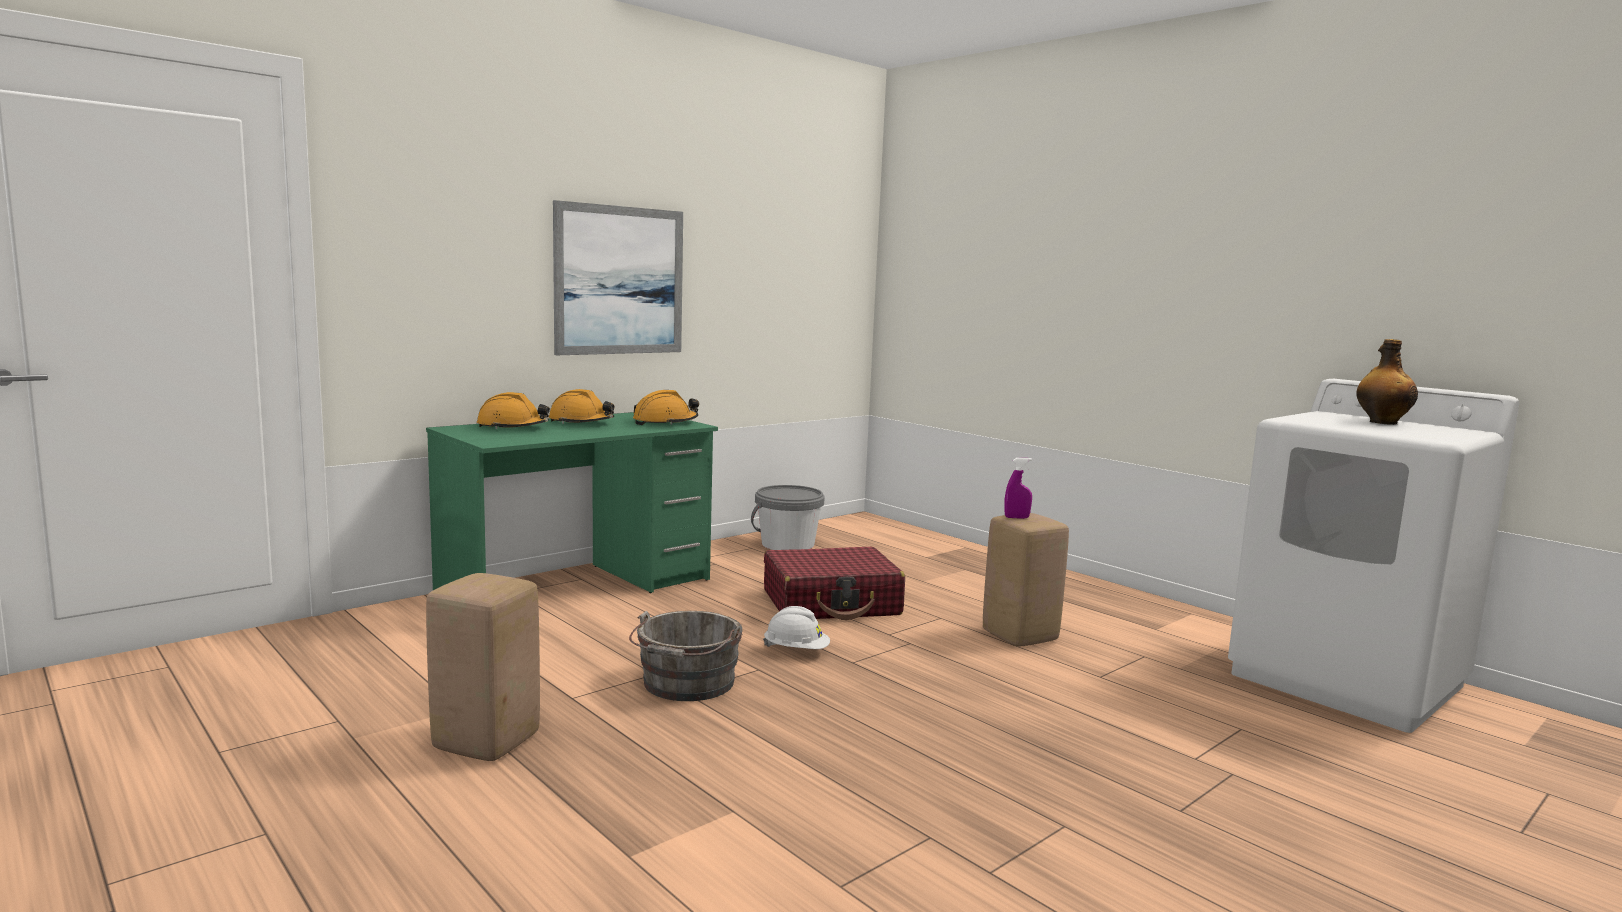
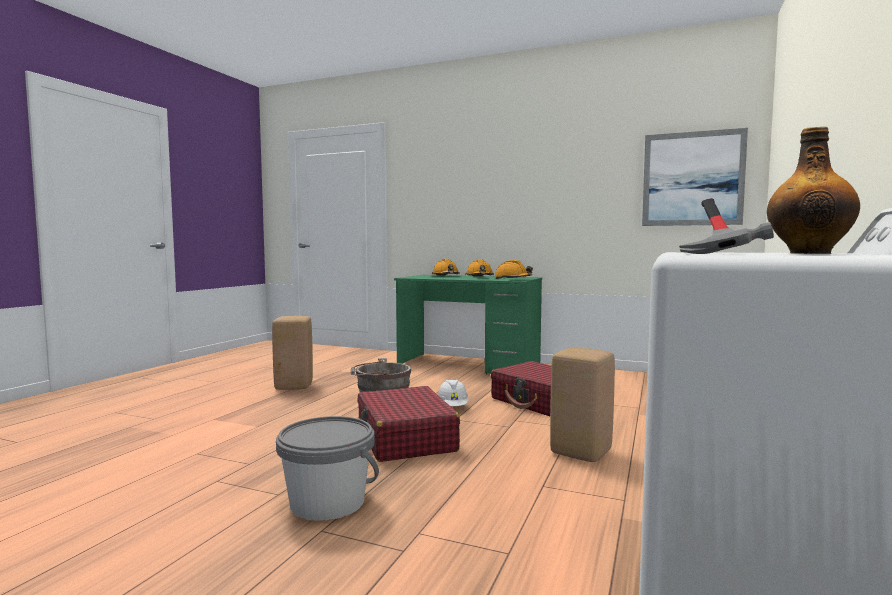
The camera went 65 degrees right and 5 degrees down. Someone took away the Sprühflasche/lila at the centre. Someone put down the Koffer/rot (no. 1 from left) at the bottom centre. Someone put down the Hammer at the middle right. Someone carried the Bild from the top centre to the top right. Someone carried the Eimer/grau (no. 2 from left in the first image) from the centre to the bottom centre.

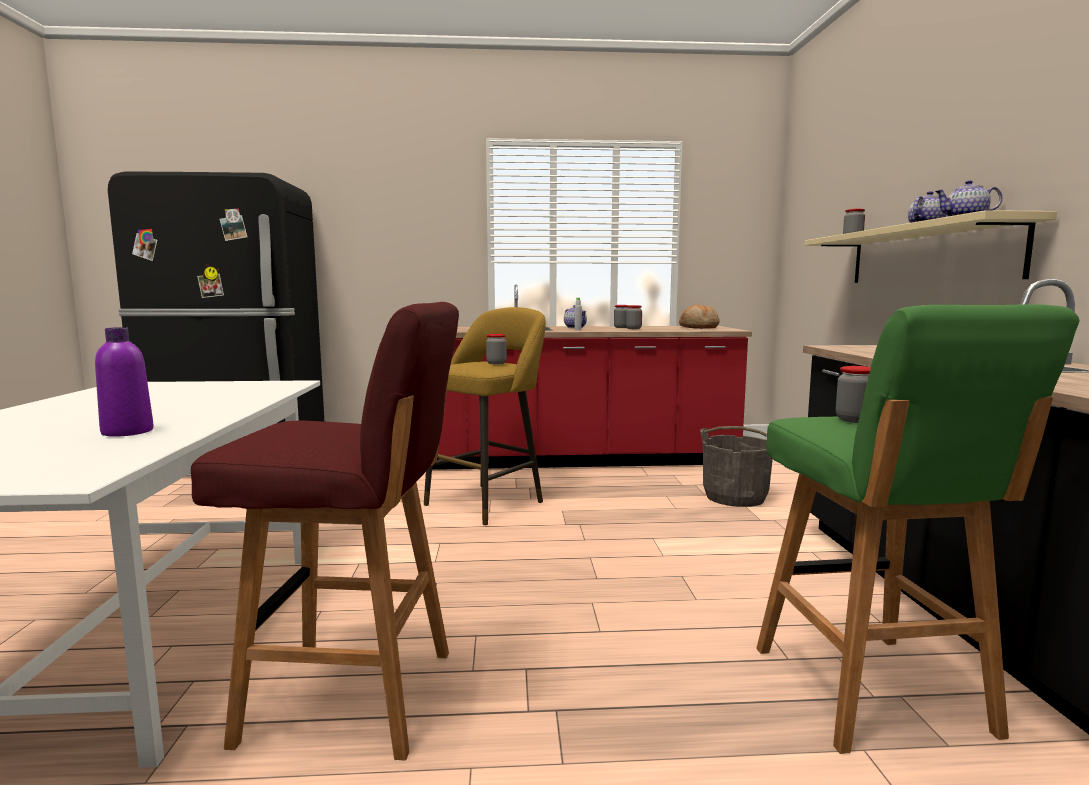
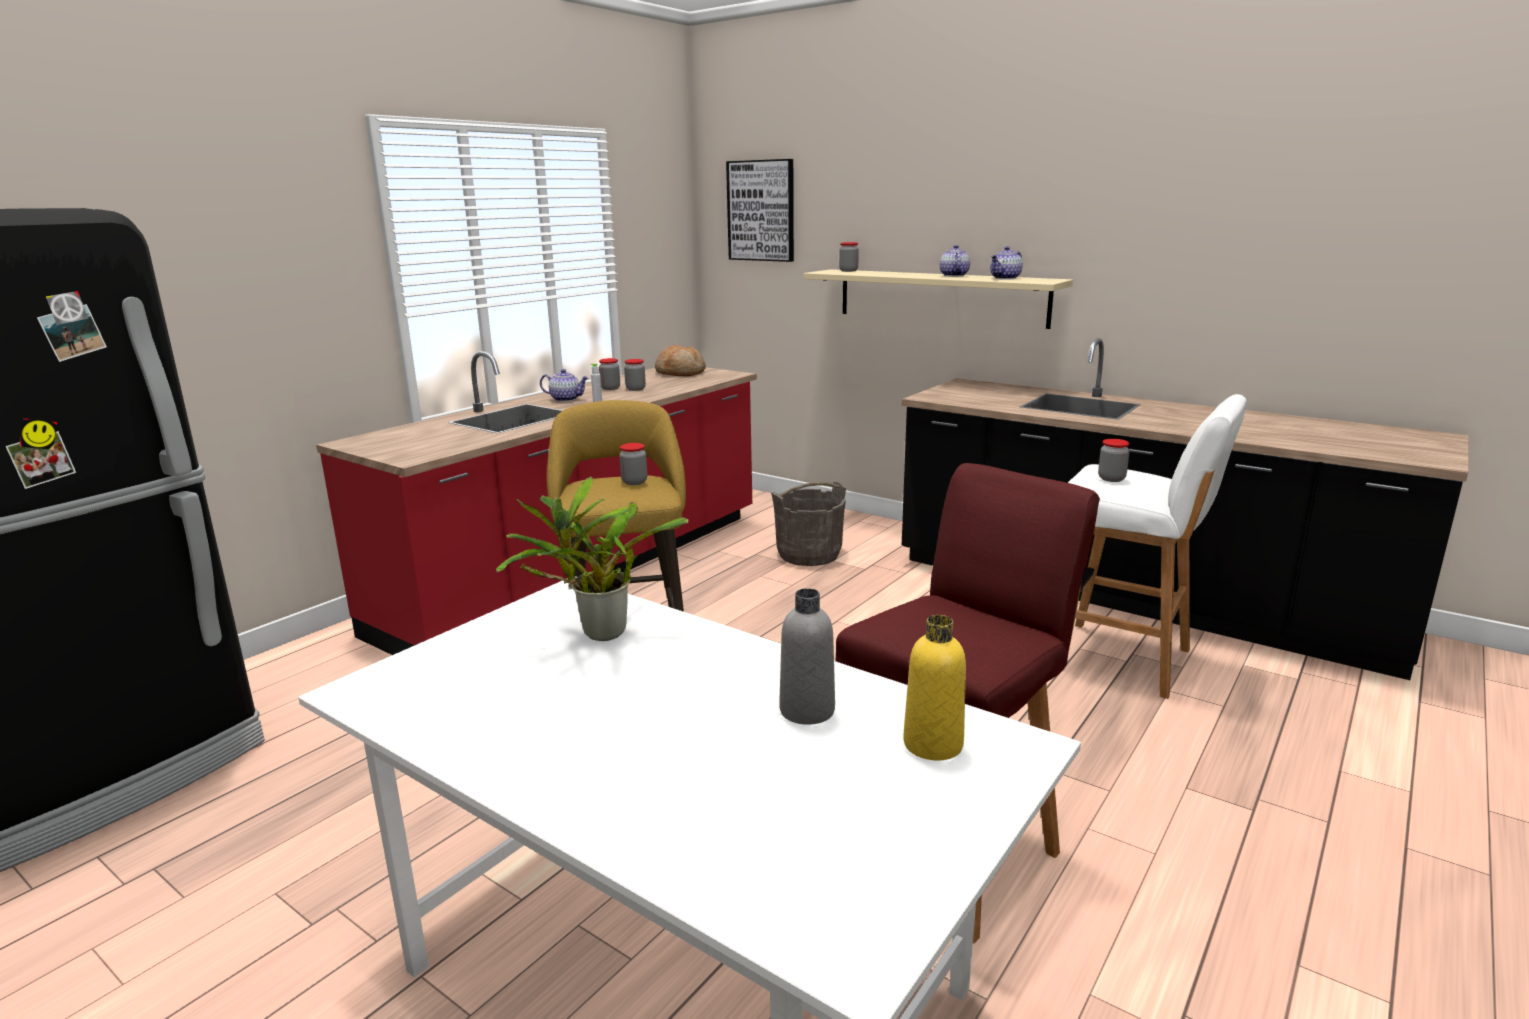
The camera went 50 degrees left and 10 degrees up. Someone put down the Topfpflanze at the centre. Someone put up the Bild at the top centre. Someone put down the Flasche/gelb at the bottom centre. Someone repainted the Flasche/lila at the middle left, which became the Flasche/grau (no. 2 from left) at the centre. Someone repainted the Hocker/grün at the bottom right, which became the Hocker/weiß at the middle right.

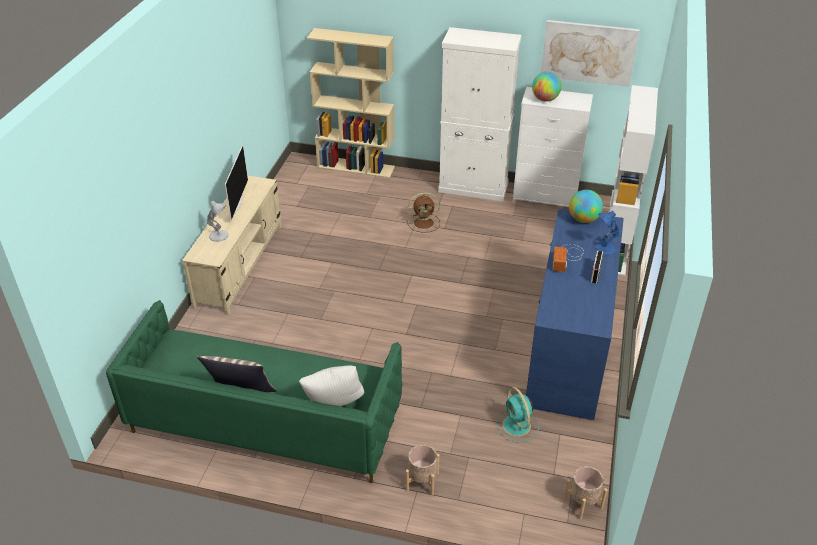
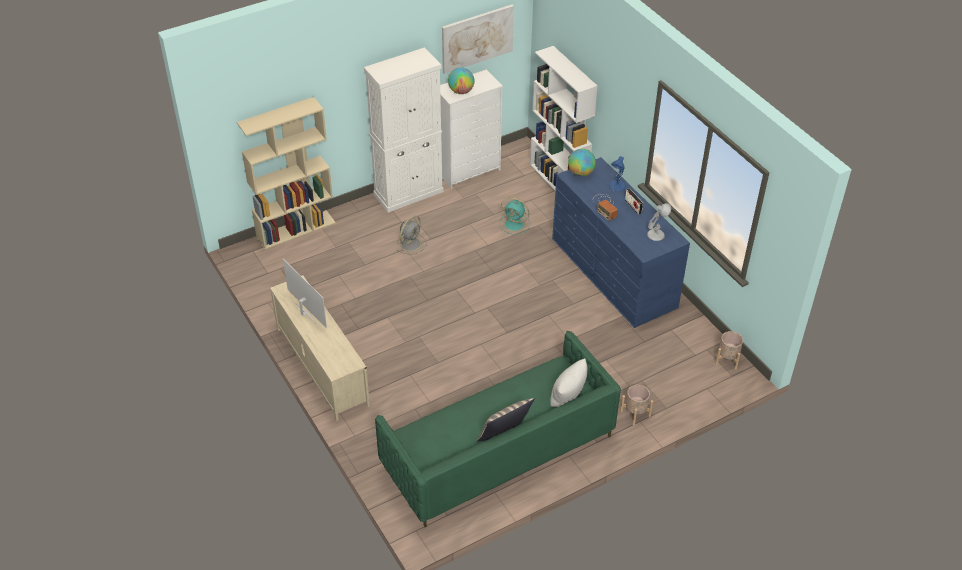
The camera went 45 degrees left and 5 degrees up. Someone carried the Tischlampe/weiß from the middle left to the middle right. Someone carried the Ventilator/türkis from the bottom centre to the centre. Someone repainted the Ventilator/braun at the centre, which became the Ventilator/grau at the centre.

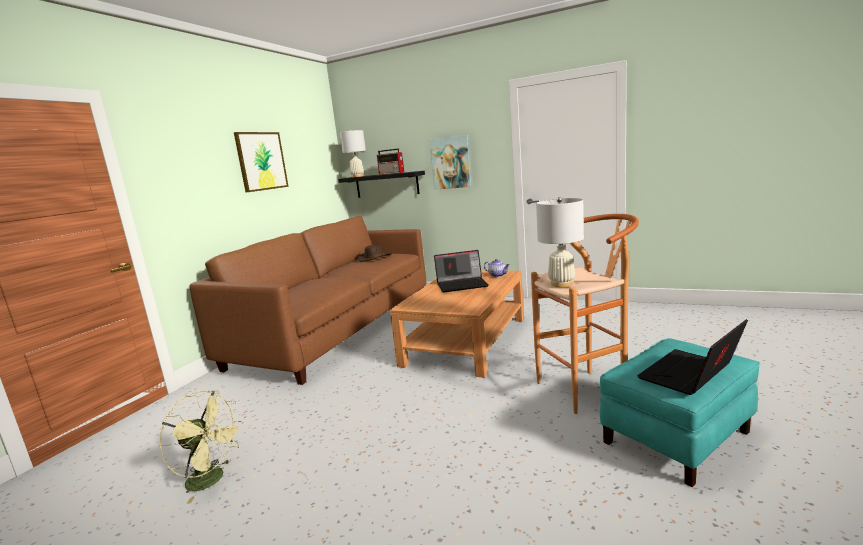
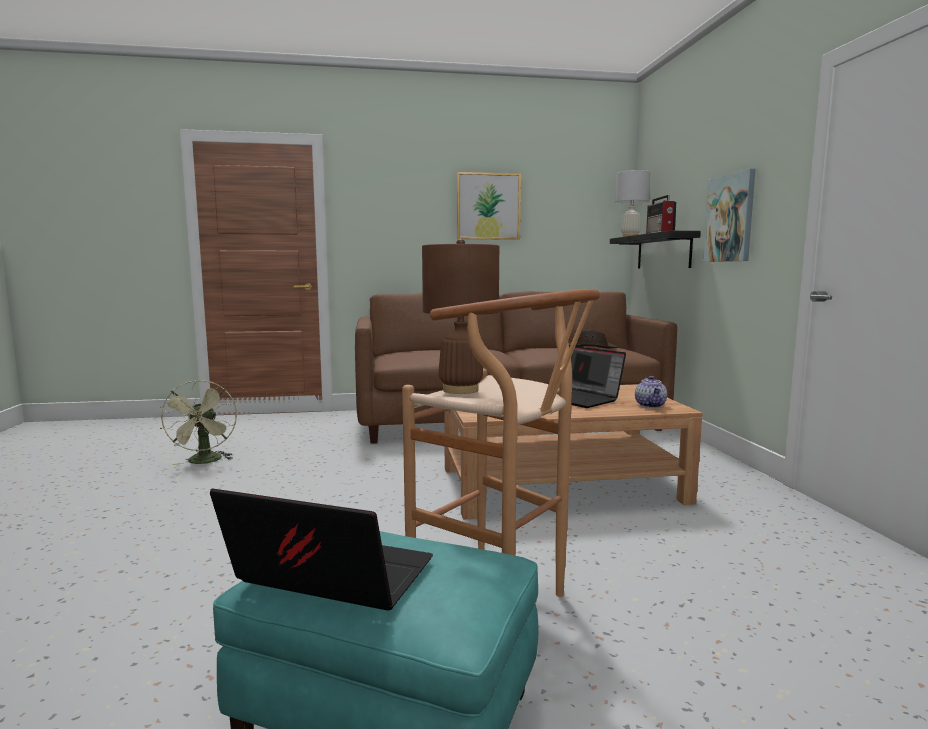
The camera went 55 degrees right and 5 degrees down. Someone repainted the Tischlampe/weiß (no. 2 from left) at the centre, which became the Tischlampe/braun at the centre.

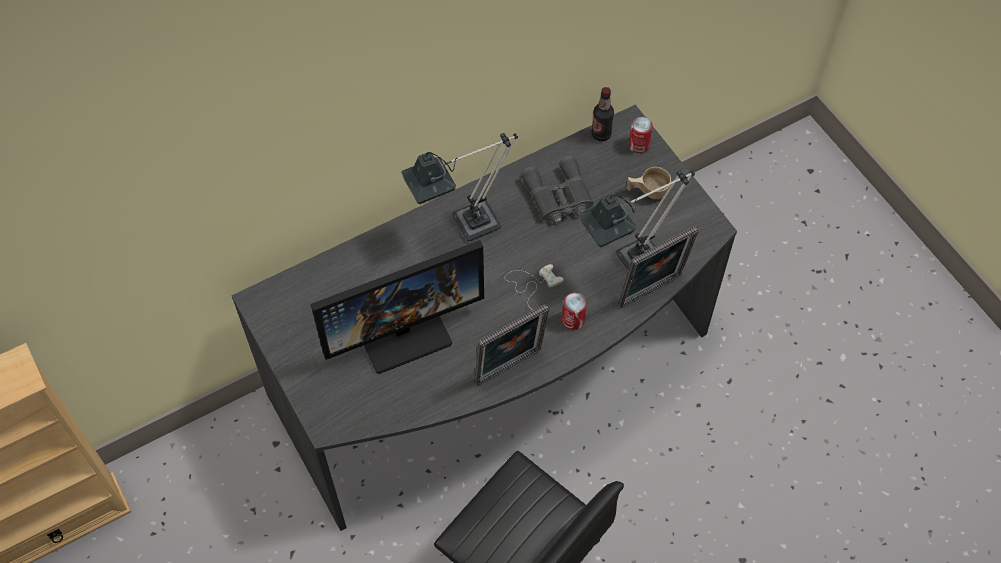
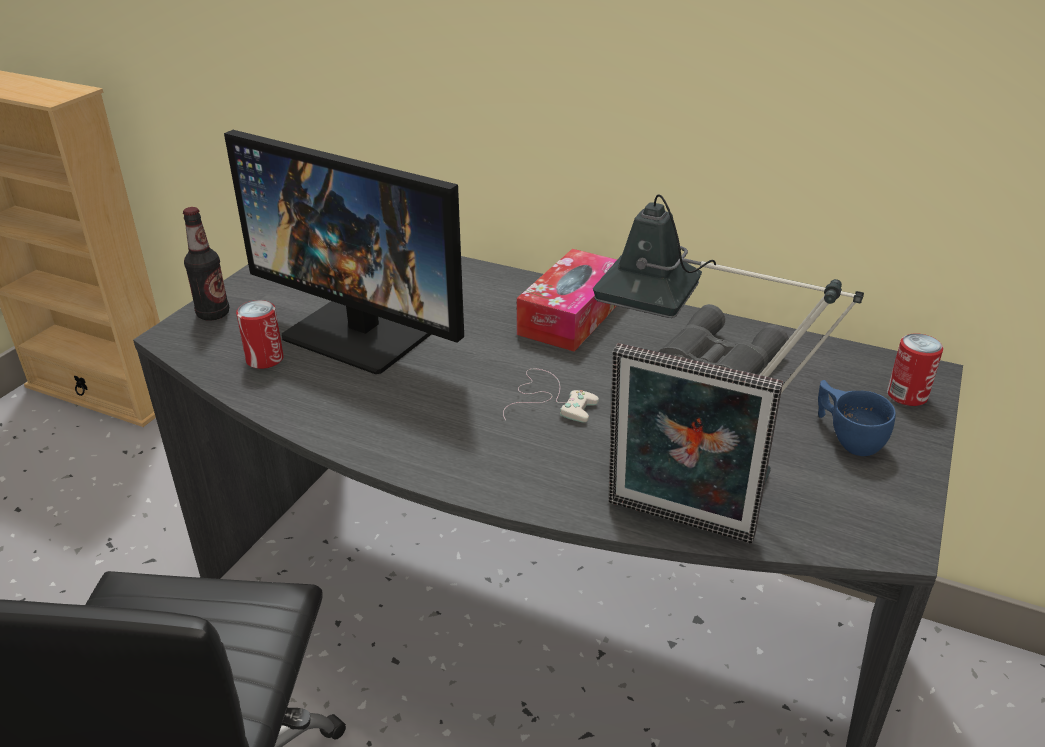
The camera went 55 degrees right and 25 degrees down. Someone took away the Bilderrahmen (no. 1 from left) at the centre. Someone carried the Dose (no. 1 from left) from the centre to the middle left. Someone carried the Flasche from the top centre to the middle left. Someone swapped the Tischlampe (no. 1 from left) at the top centre for the Taschentuchbox at the centre. Someone repainted the Tasse/beige at the top centre, which became the Tasse/blau at the middle right.

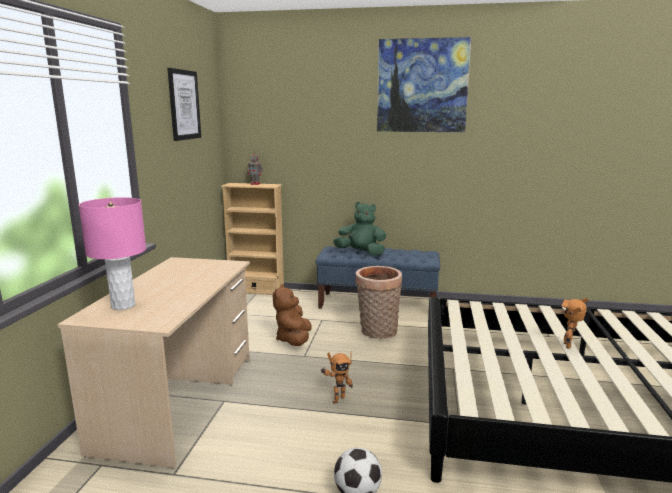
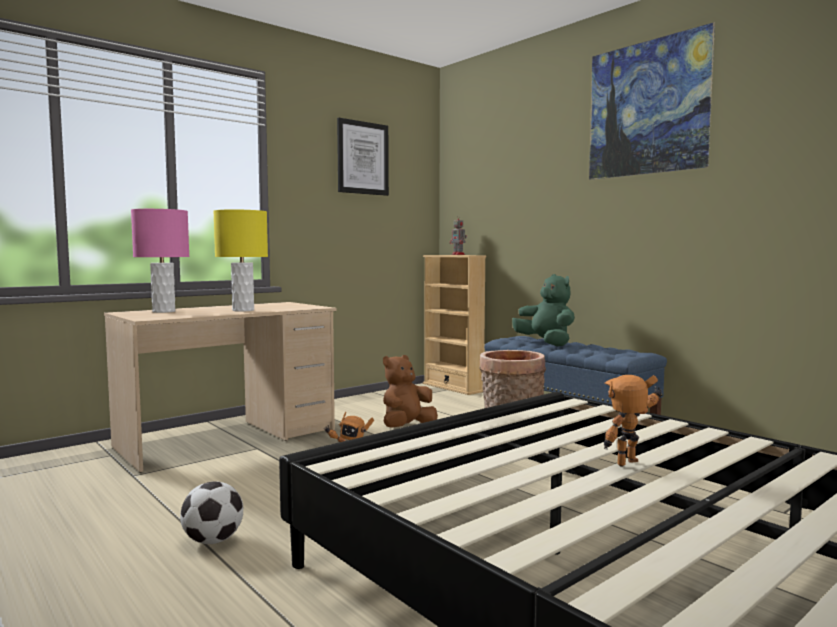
The camera went 40 degrees right and 10 degrees down. Someone put down the Tischlampe/gelb at the middle left.

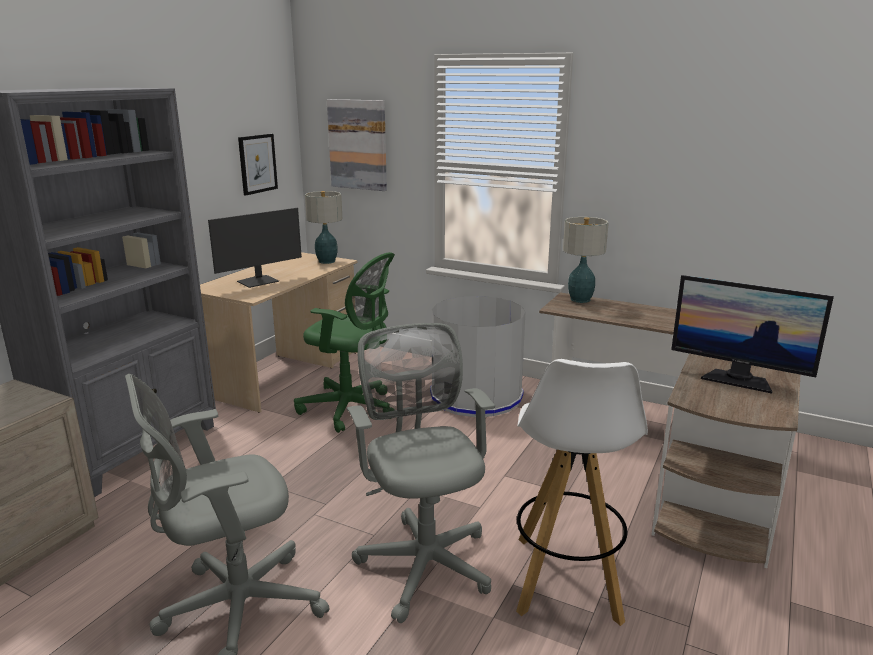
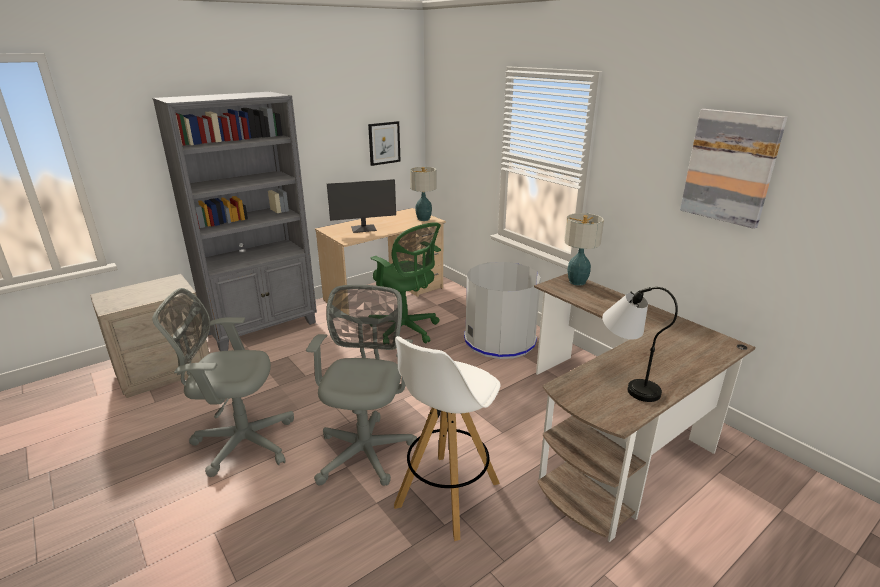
The camera went 25 degrees right and 5 degrees up. Someone carried the Bild (no. 2 from left) from the top centre to the top right. Someone swapped the Monitor (no. 2 from left) at the middle right for the Tischlampe (no. 3 from left) at the middle right.

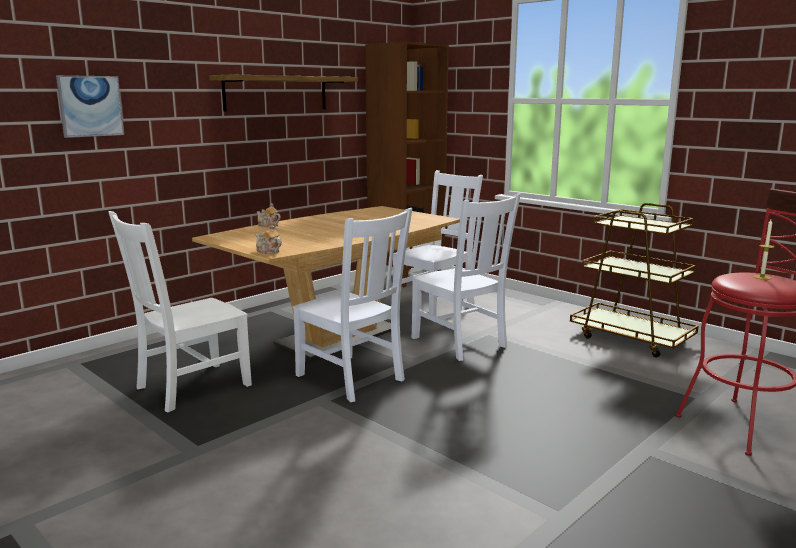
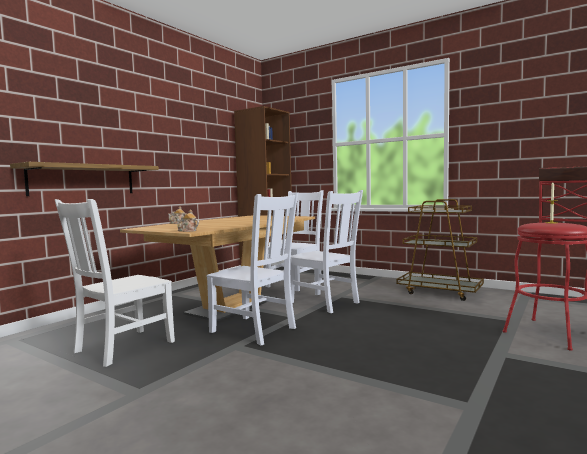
The camera went 10 degrees left and 10 degrees down. Someone took away the Bild at the top left. Someone carried the Wandregal from the top centre to the middle left.

